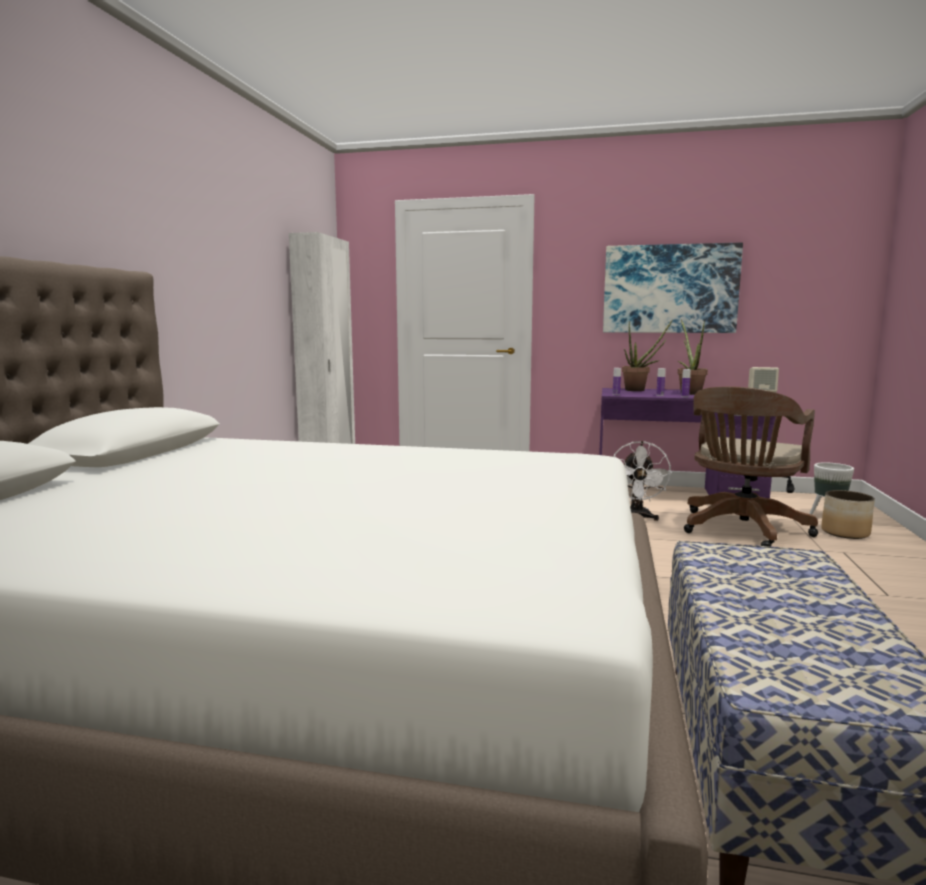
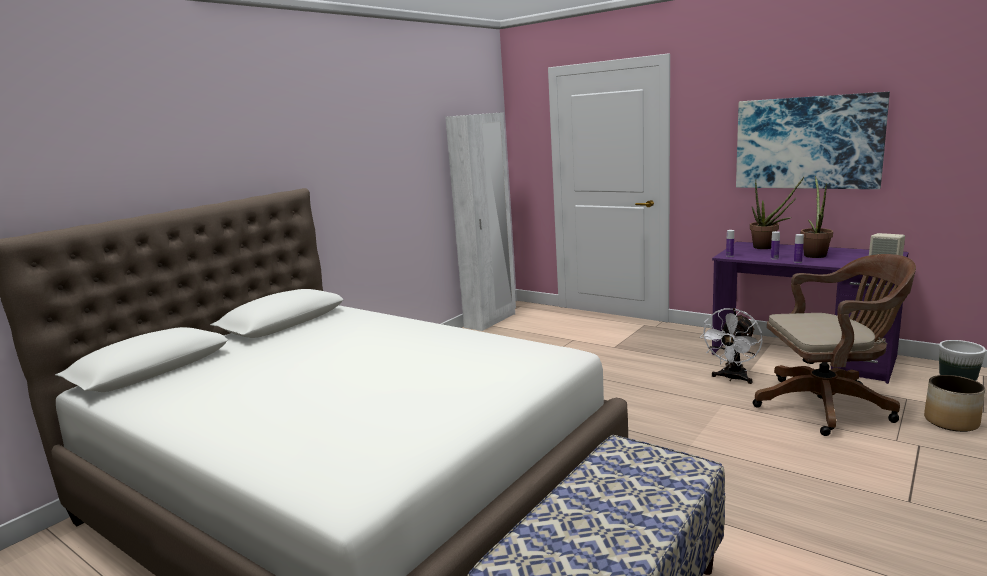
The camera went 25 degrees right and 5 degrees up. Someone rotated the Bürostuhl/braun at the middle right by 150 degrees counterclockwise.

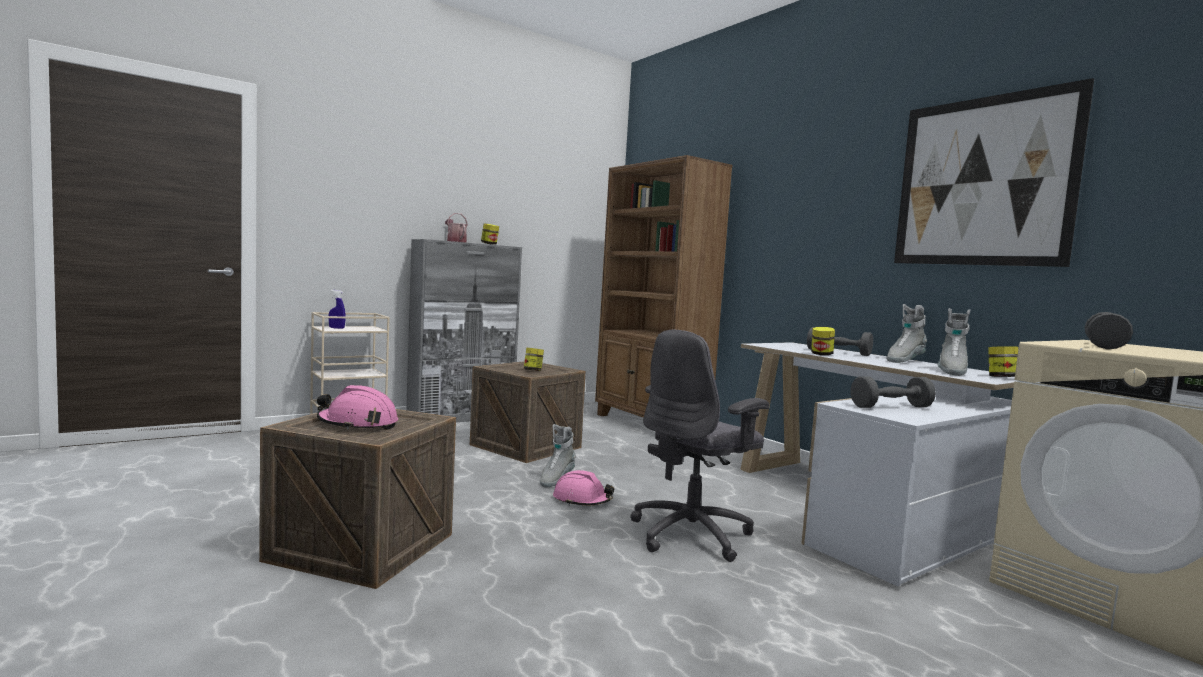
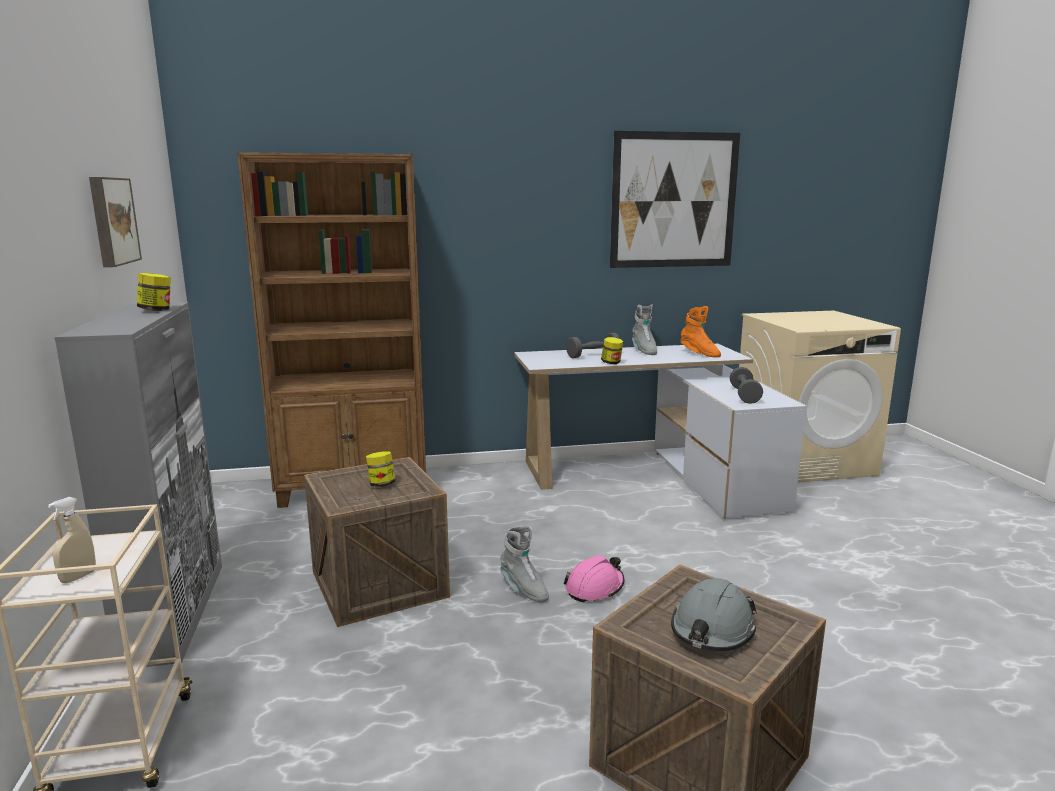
The camera went 65 degrees left and 10 degrees up. Someone took away the Gießkanne at the centre. Someone took away the Bürostuhl/grau at the centre. Someone took away the Vorratsglas (no. 4 from left) at the middle right. Someone took away the Hantel/grau (no. 3 from left) at the middle right. Someone put up the Bild (no. 1 from left) at the top left. Someone repainted the Schutzhelm/rosa (no. 1 from left) at the middle left, which became the Schutzhelm/grau at the bottom right. Someone repainted the Sprühflasche/blau at the middle left, which became the Sprühflasche/beige at the bottom left. Someone repainted the Stiefel/grau (no. 3 from left) at the middle right, which became the Stiefel/orange at the centre.

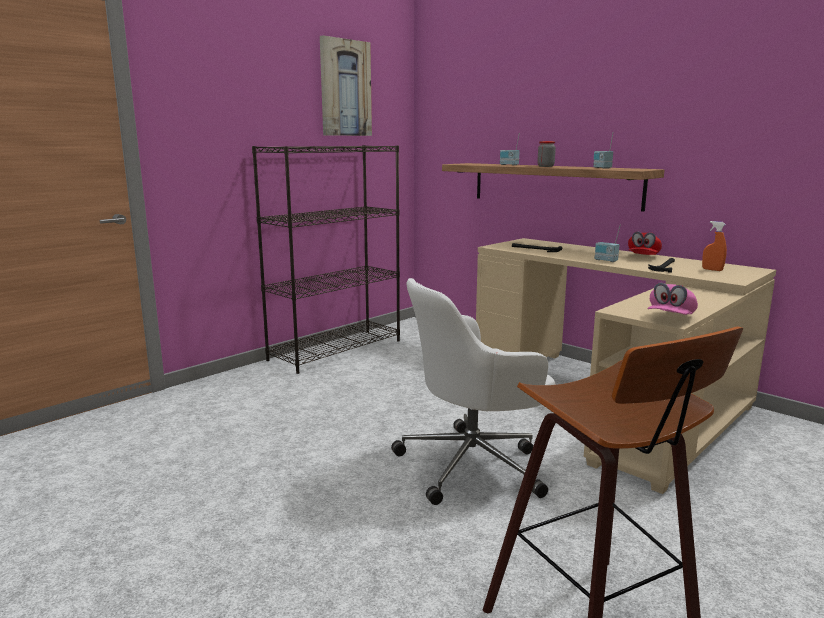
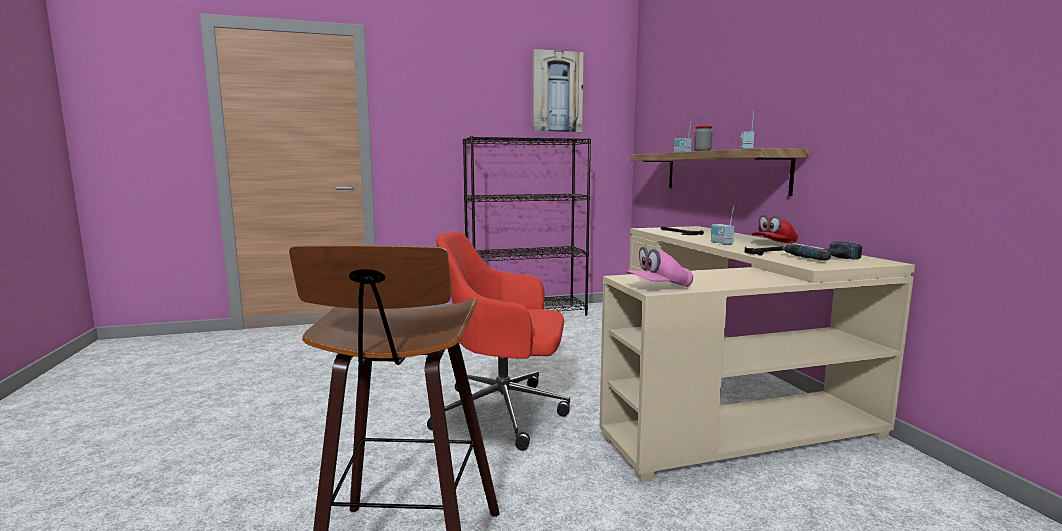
The camera went 30 degrees right and 5 degrees down. Someone swapped the Sprühflasche/orange at the middle right for the Bohrmaschine at the middle right. Someone repainted the Bürostuhl/weiß at the centre, which became the Bürostuhl/rot at the centre.

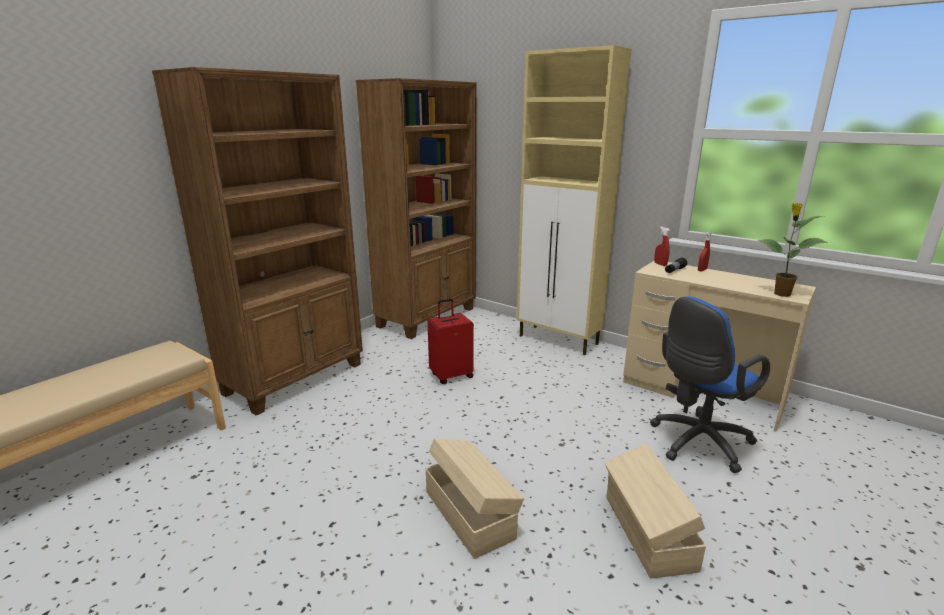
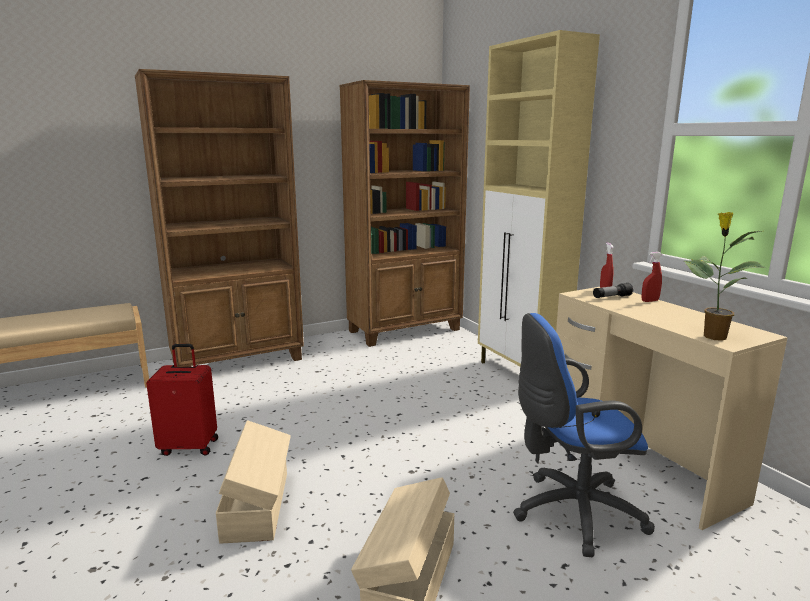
The camera went 25 degrees right and 5 degrees down. Someone carried the Koffer/rot from the centre to the middle left.

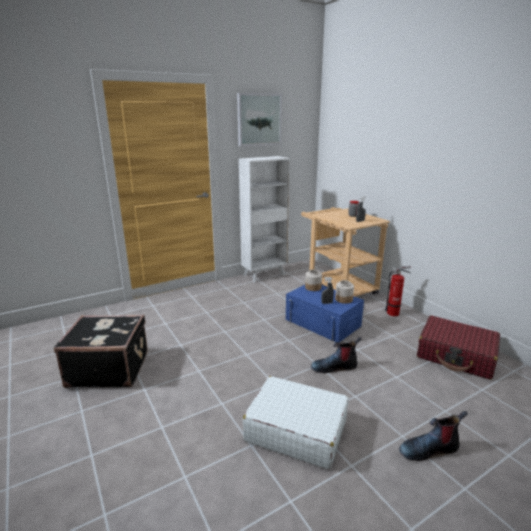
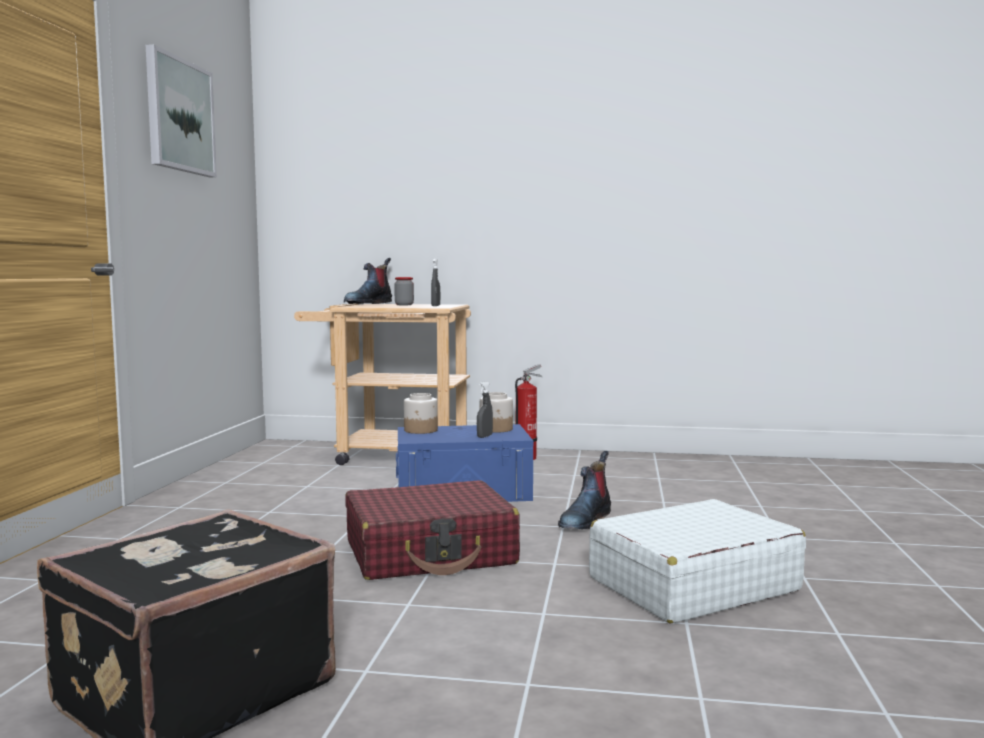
The camera went 50 degrees left and 15 degrees down. Someone took away the Bücherregal/weiß at the centre. Someone carried the Stiefel (no. 2 from left in the first image) from the bottom right to the centre. Someone carried the Koffer/rot from the middle right to the bottom centre.

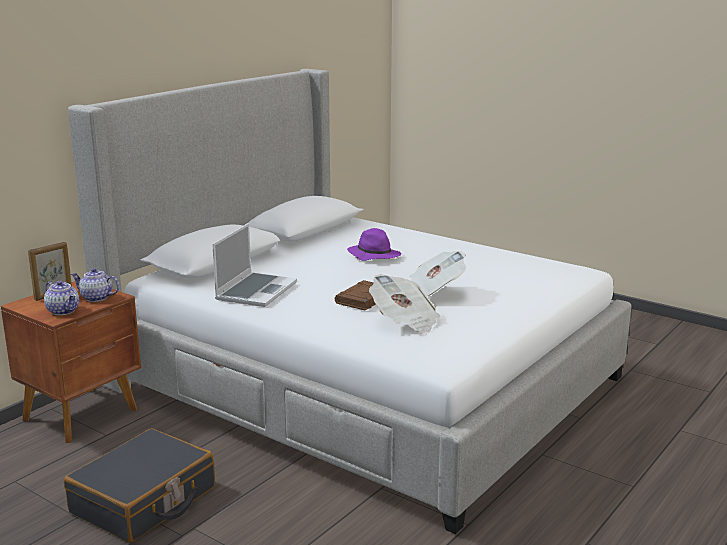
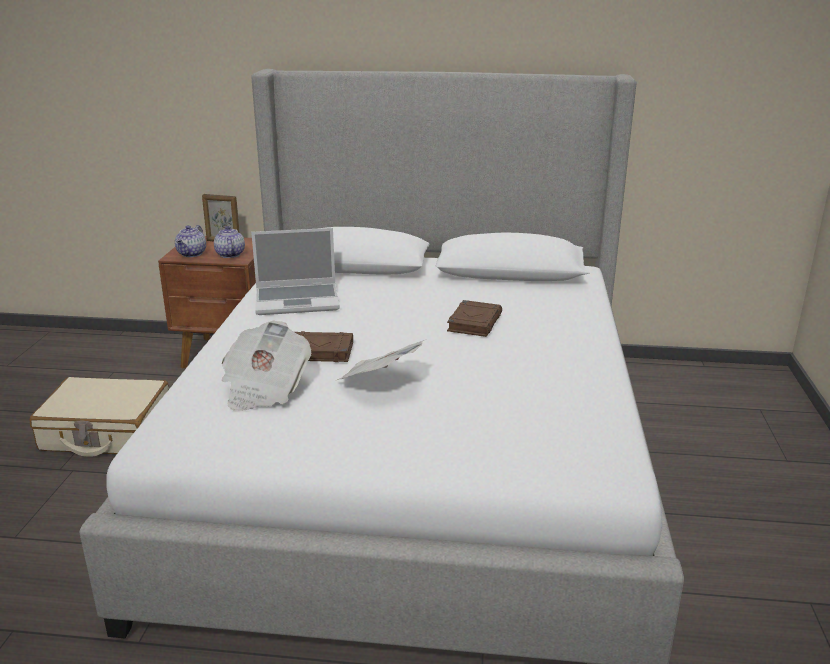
The camera went 60 degrees right and 5 degrees up. Someone swapped the Hut/lila at the centre for the Buch/braun (no. 2 from left) at the centre. Someone repainted the Koffer/schwarz at the bottom left, which became the Koffer/beige at the middle left.

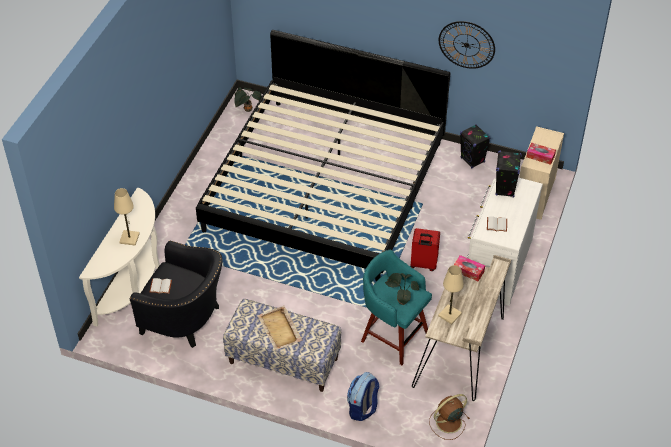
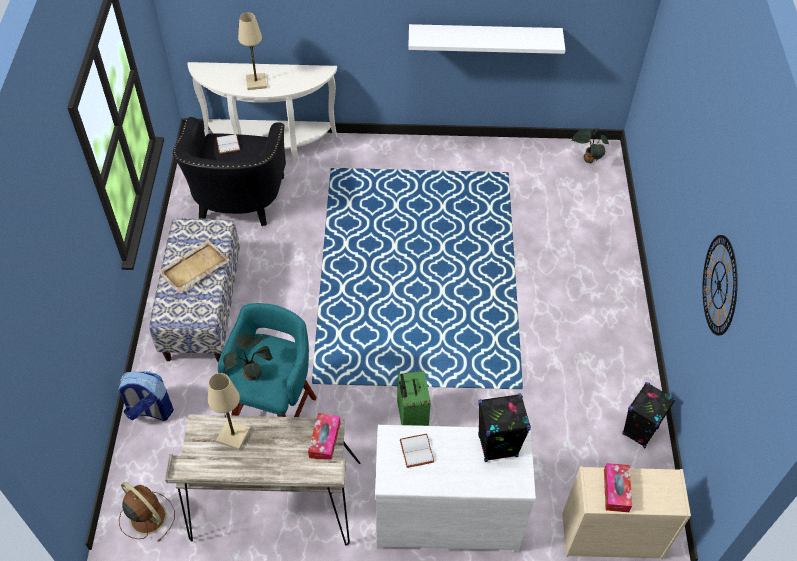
The camera went 70 degrees right and 5 degrees up. Someone took away the Bett at the centre. Someone put up the Wandregal/weiß at the top centre. Someone repainted the Koffer/rot at the centre, which became the Koffer/grün at the bottom centre.

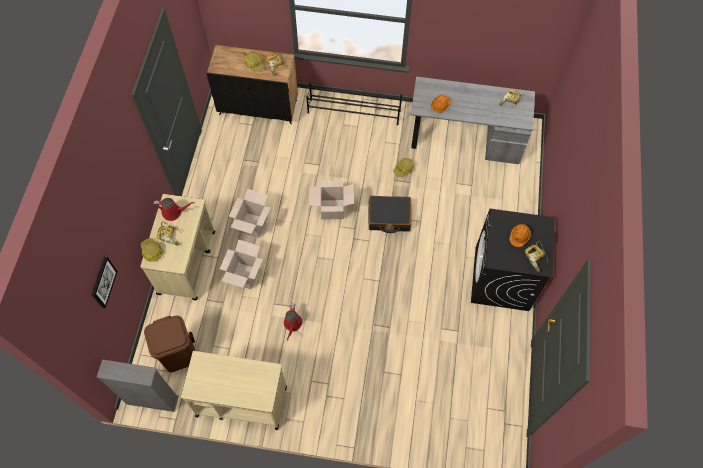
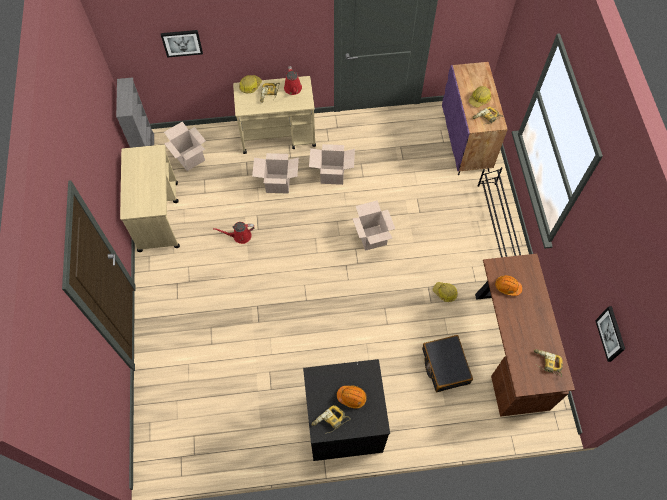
The camera went 75 degrees right and 0 degrees up. Someone put up the Bild (no. 2 from left) at the bottom right. Someone carried the Koffer/schwarz from the centre to the bottom right. Someone swapped the Mülleimer/braun at the bottom left for the Karton (no. 1 from left) at the top left. Someone repainted the Schrank/schwarz at the top centre, which became the Schrank/lila at the top right. Someone repainted the Schreibtisch/grau at the top right, which became the Schreibtisch/braun at the bottom right.

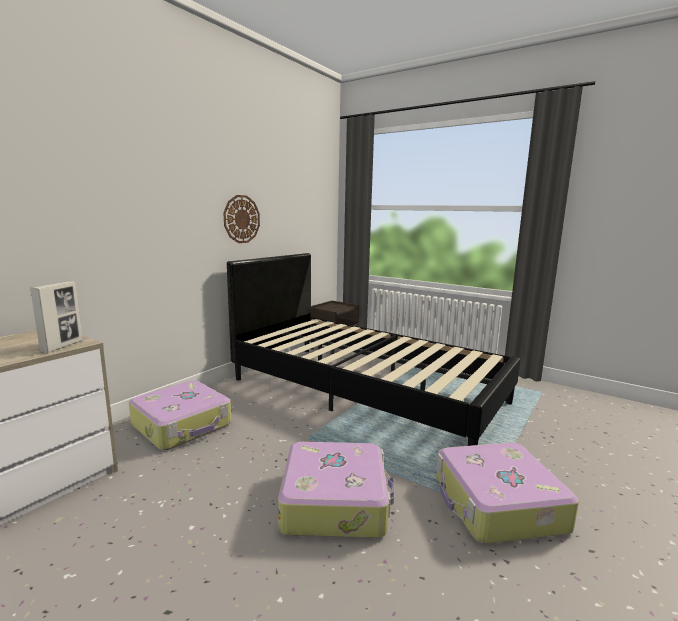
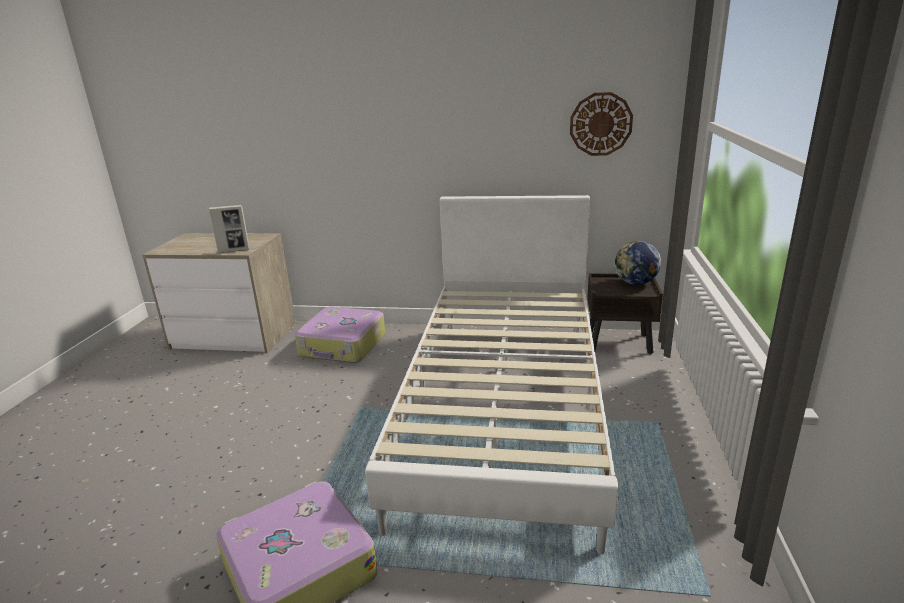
The camera went 65 degrees right and 10 degrees up. Someone took away the Koffer (no. 2 from left) at the bottom centre. Someone put down the Globus at the middle right. Someone carried the Wanduhr from the centre to the top centre. Someone repainted the Bett/schwarz at the centre, which became the Bett/weiß at the centre.

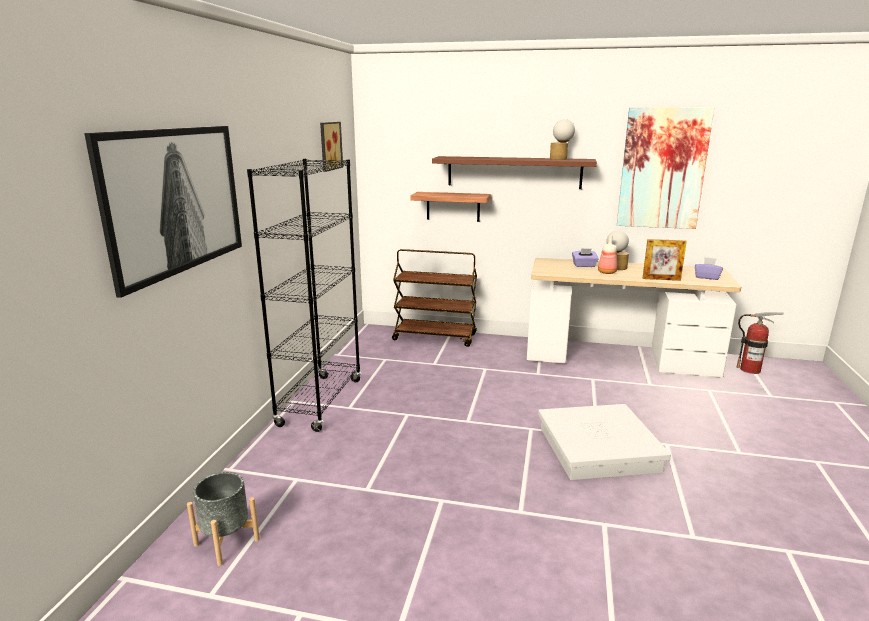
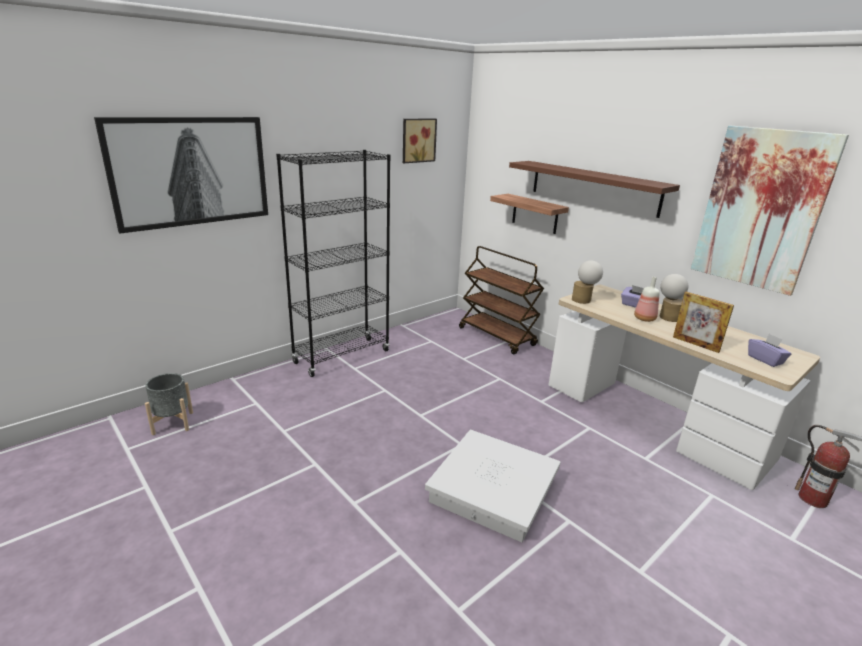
The camera went 35 degrees right and 5 degrees up. Someone carried the Tischlampe (no. 1 from left) from the top centre to the middle right.

